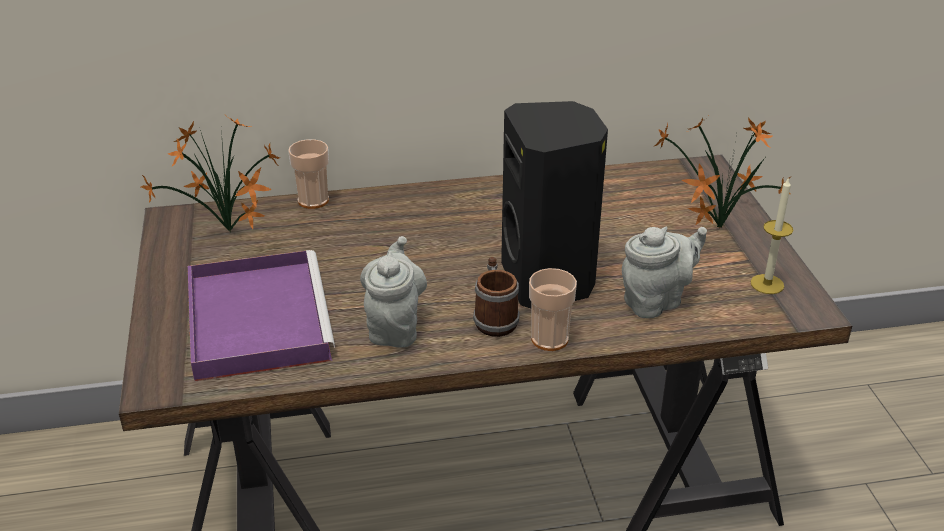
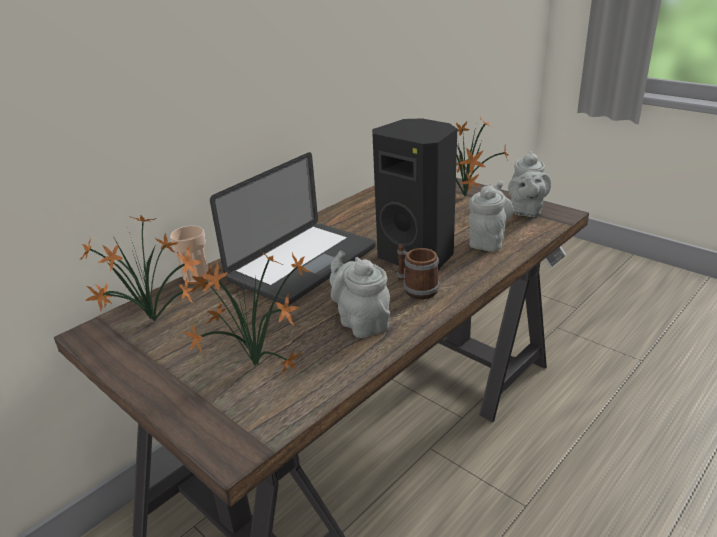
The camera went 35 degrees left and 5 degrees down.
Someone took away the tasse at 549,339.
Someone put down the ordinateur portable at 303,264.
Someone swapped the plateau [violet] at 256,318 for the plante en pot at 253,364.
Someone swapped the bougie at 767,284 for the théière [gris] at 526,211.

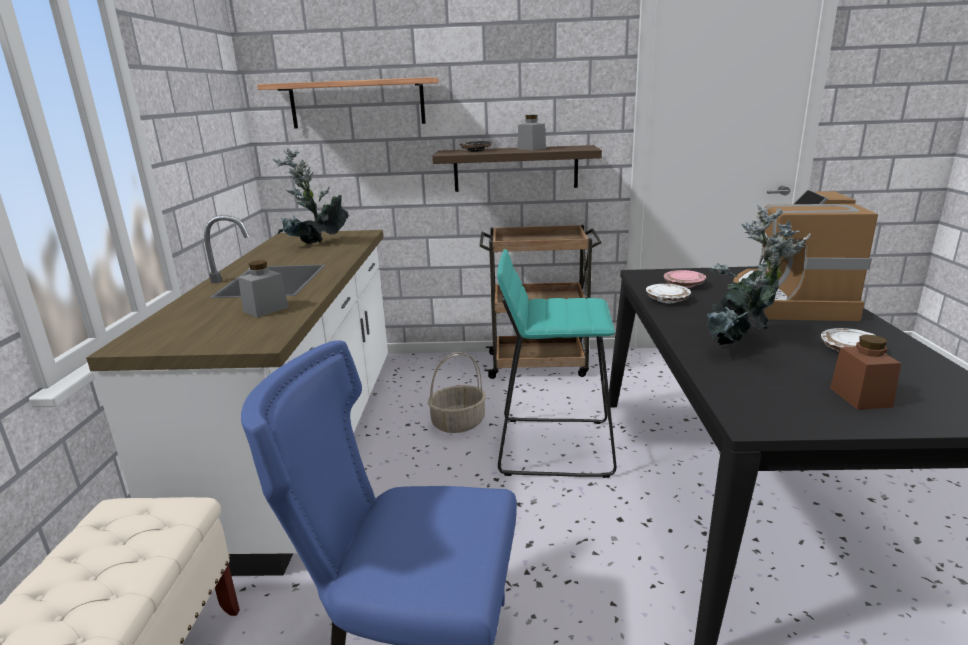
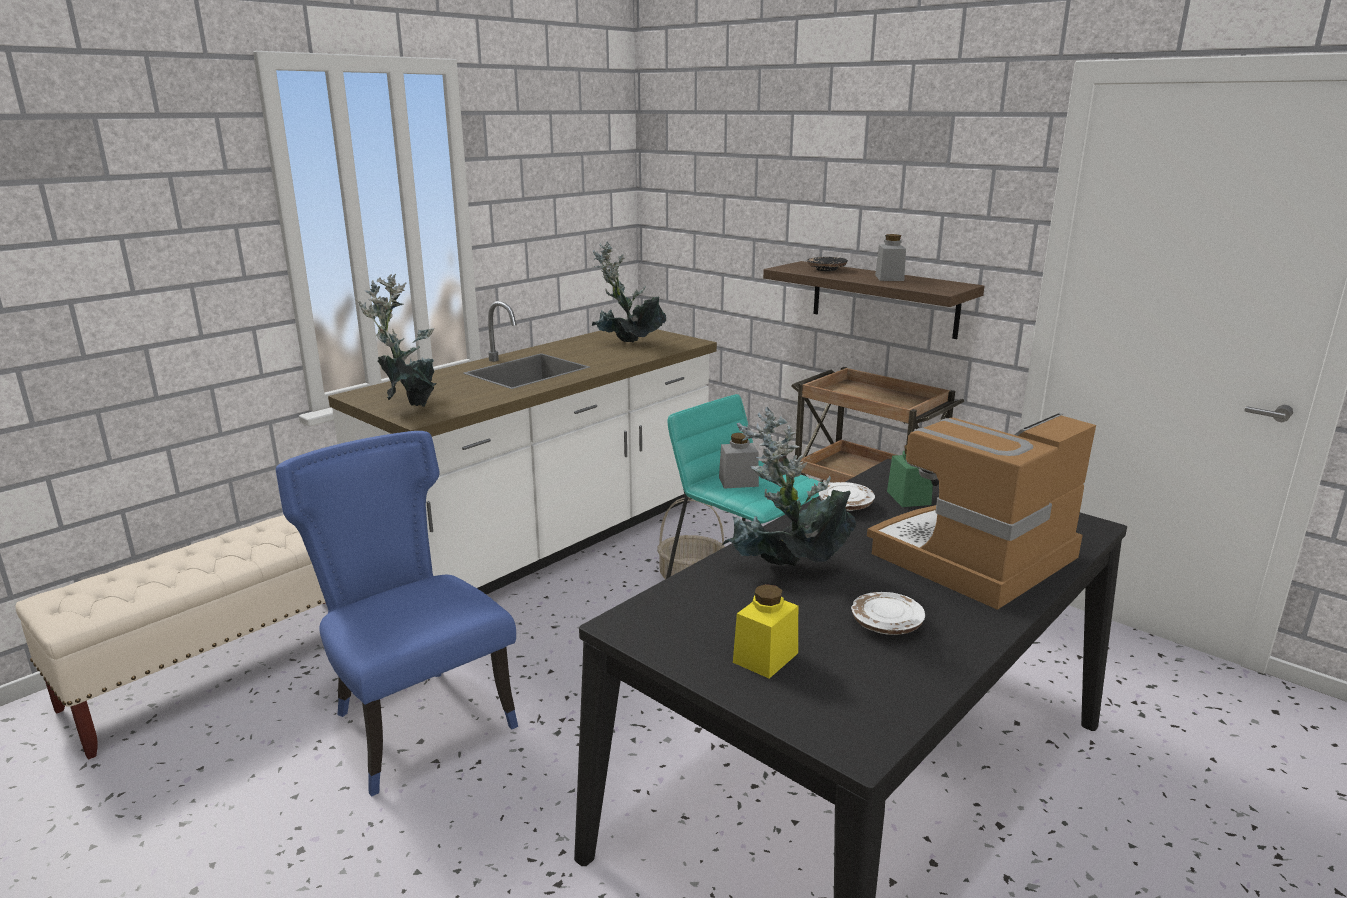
The camera went 40 degrees right and 0 degrees up.
Someone took away the étagère at 357,103.
Someone put down the plante en pot at 409,405.
Someone carried the bocal [gris] from 266,309 to 738,482.
Someone swapped the assiette [rose] at 684,285 for the bocal [vert] at 908,498.
Someone repainted the bocal [marron] at 860,397, which became the bocal [jaune] at 765,657.

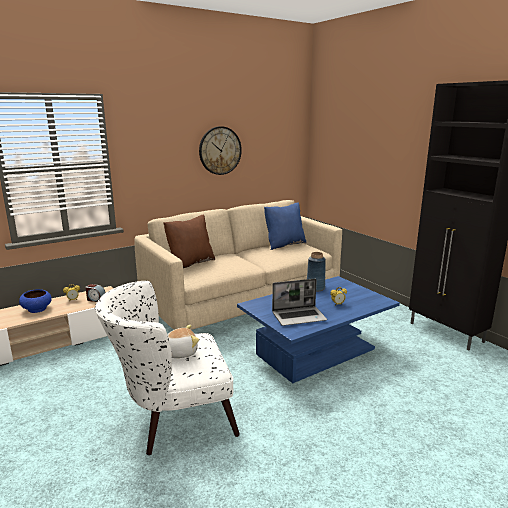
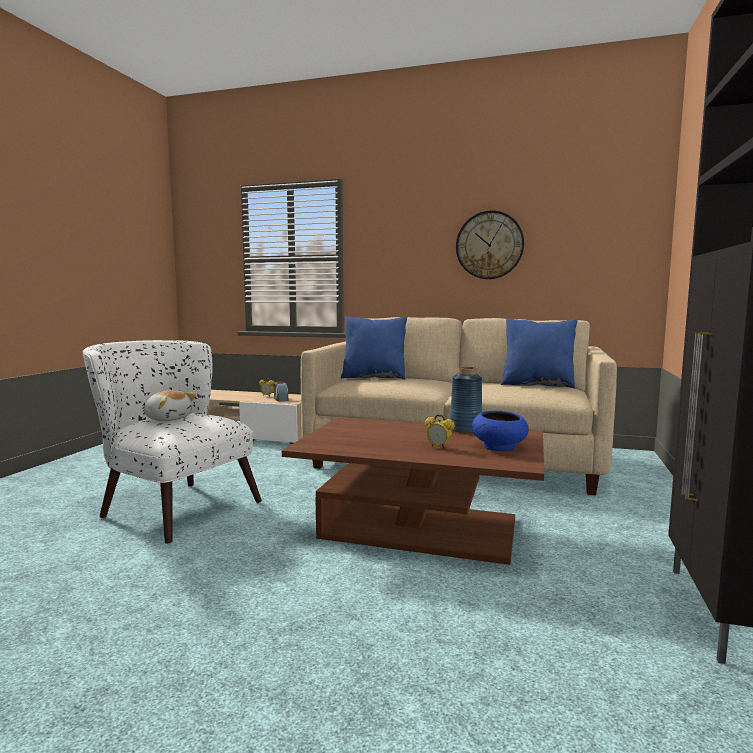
The camera went 50 degrees right and 10 degrees down.
Someone took away the ordinateur portable at 299,316.
Someone carried the bol [bleu] from 37,309 to 499,447.
Someone repainted the coussin [marron] at 190,263, which became the coussin [bleu] at 374,377.
Someone repainted the table basse [bleu] at 316,351, which became the table basse [marron] at 420,528.

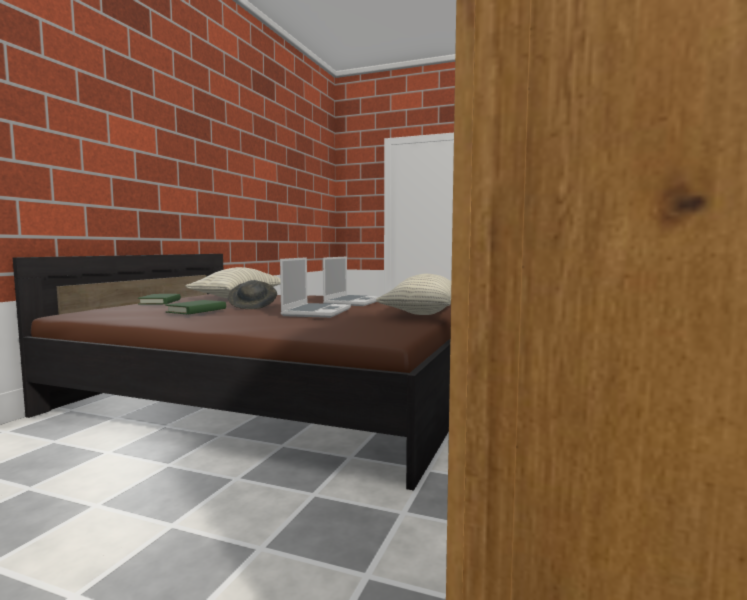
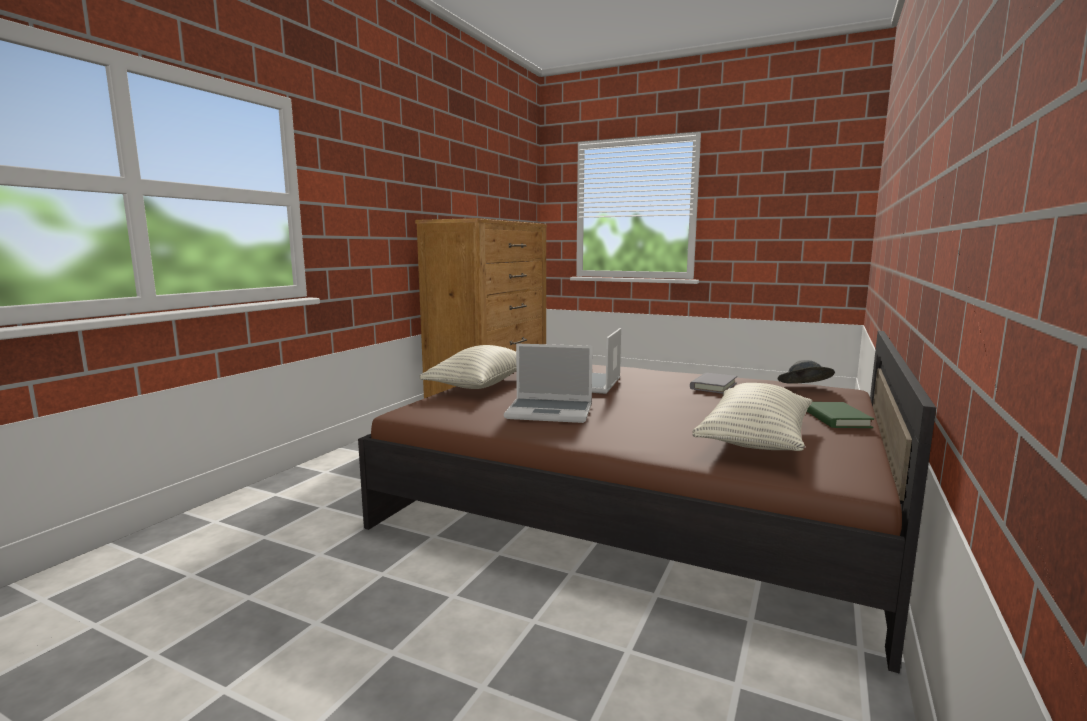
The camera went 175 degrees left and 5 degrees up.
Someone carried the chapeau [gris] from 253,306 to 804,388.
Someone repainted the livre [vert] at 196,310, which became the livre [gris] at 713,386.
Someone rotated the ordinateur portable at 353,302 by 105 degrees counterclockwise.

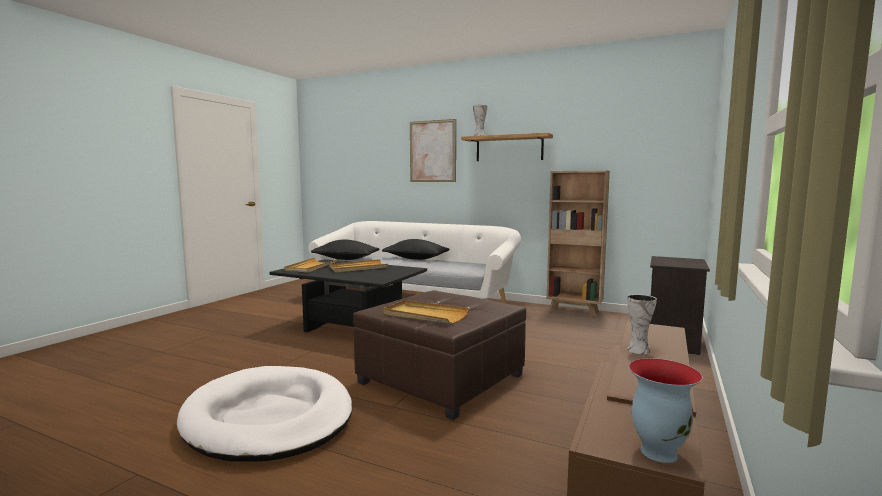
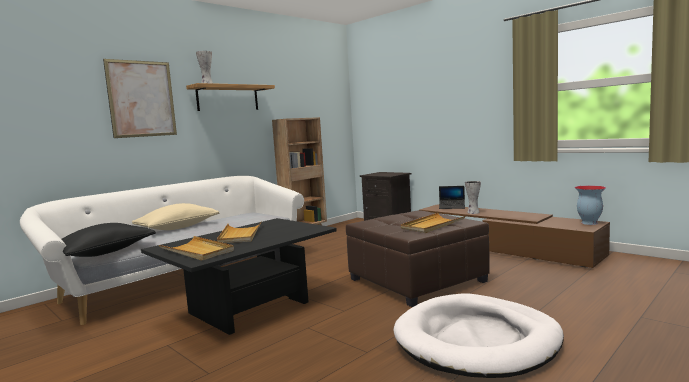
The camera went 70 degrees left and 0 degrees up.
Someone put down the ordinateur portable at 452,207.
Someone repainted the coussin [noir] at 416,259, which became the coussin [beige] at 178,228.

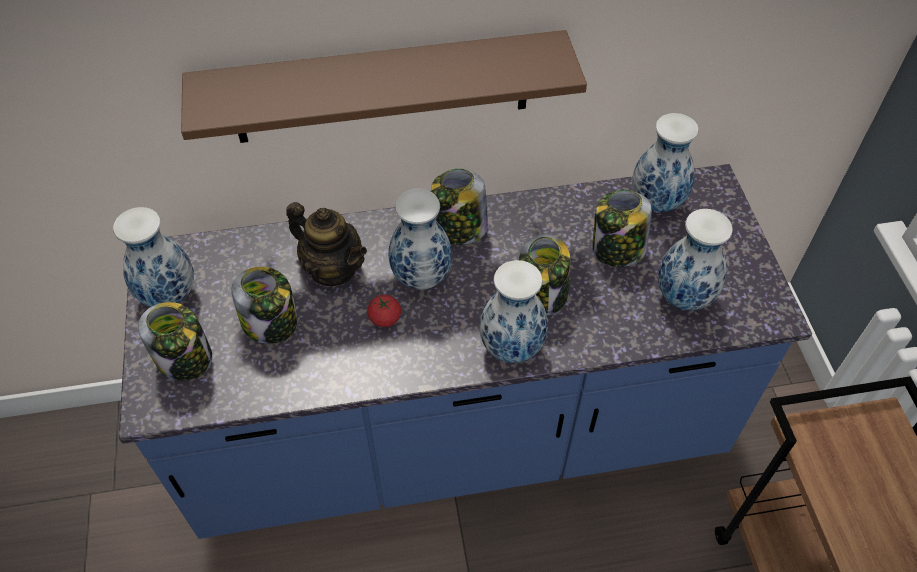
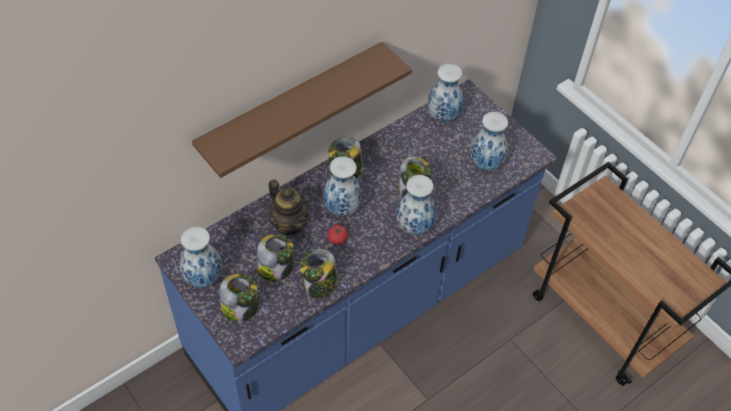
The camera went 30 degrees left and 0 degrees up.
Someone carried the bocal from 617,250 to 319,285.
Someone rotated the théière at 333,269 by 45 degrees clockwise.

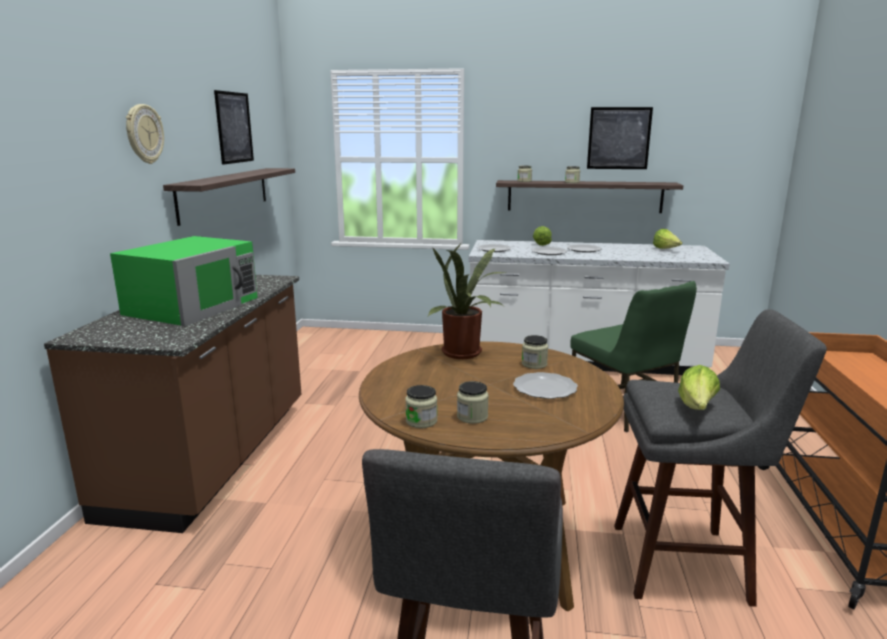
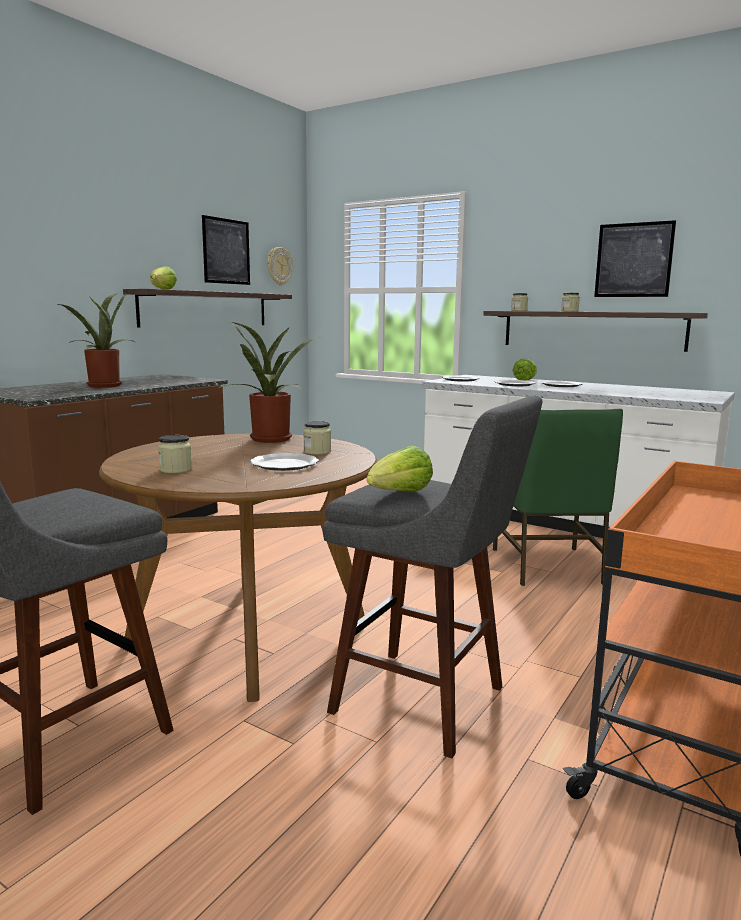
The camera went 25 degrees right and 5 degrees down.
Someone took away the bocal at 421,421.
Someone carried the horloge murale from 144,134 to 279,266.
Someone carried the laitue from 666,249 to 162,289.
Someone swapped the micro-ondes [vert] at 193,306 for the plante en pot at 102,385.

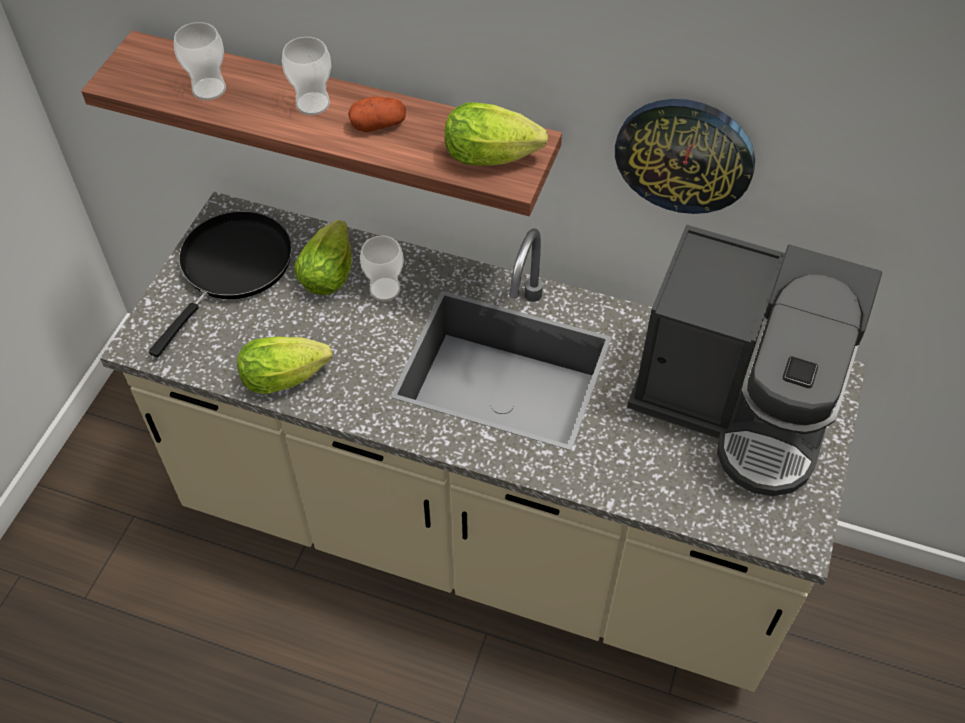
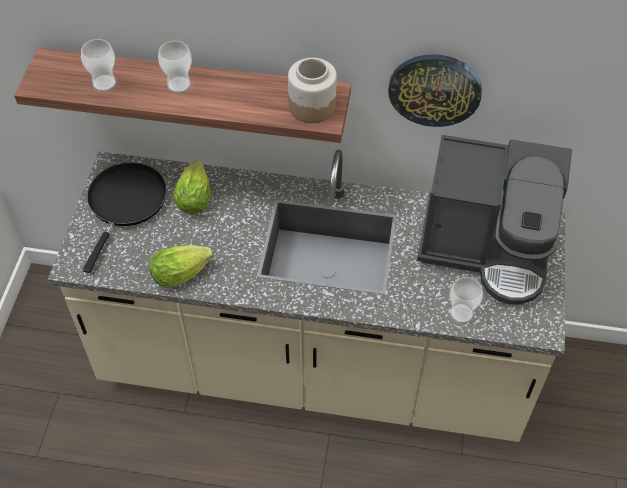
The camera went 10 degrees left and 0 degrees up.
Someone took away the pomme de terre at 378,124.
Someone carried the tasse from 385,289 to 461,313.
Someone swapped the laitue at 496,157 for the bocal at 311,106.

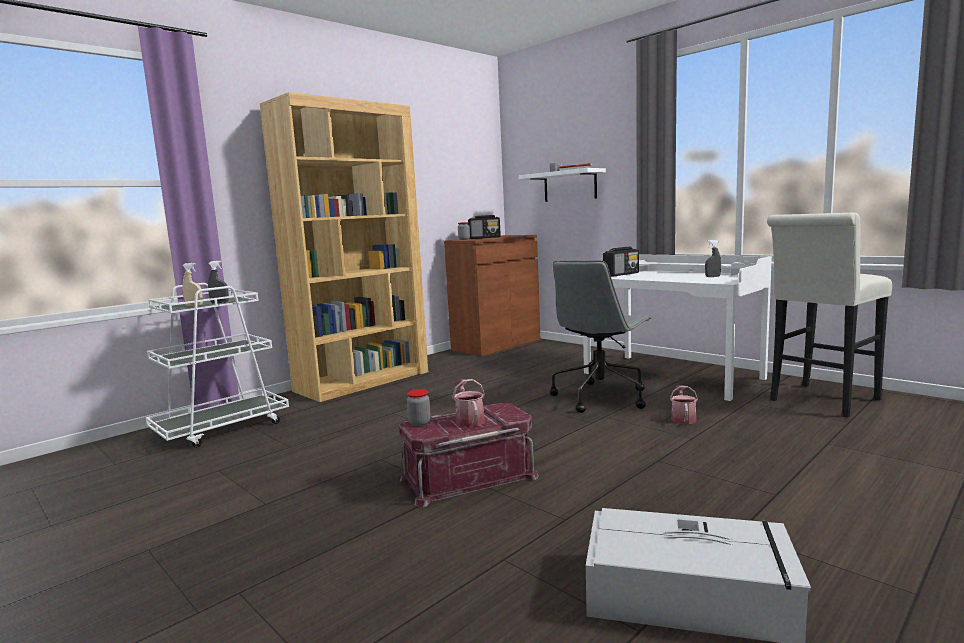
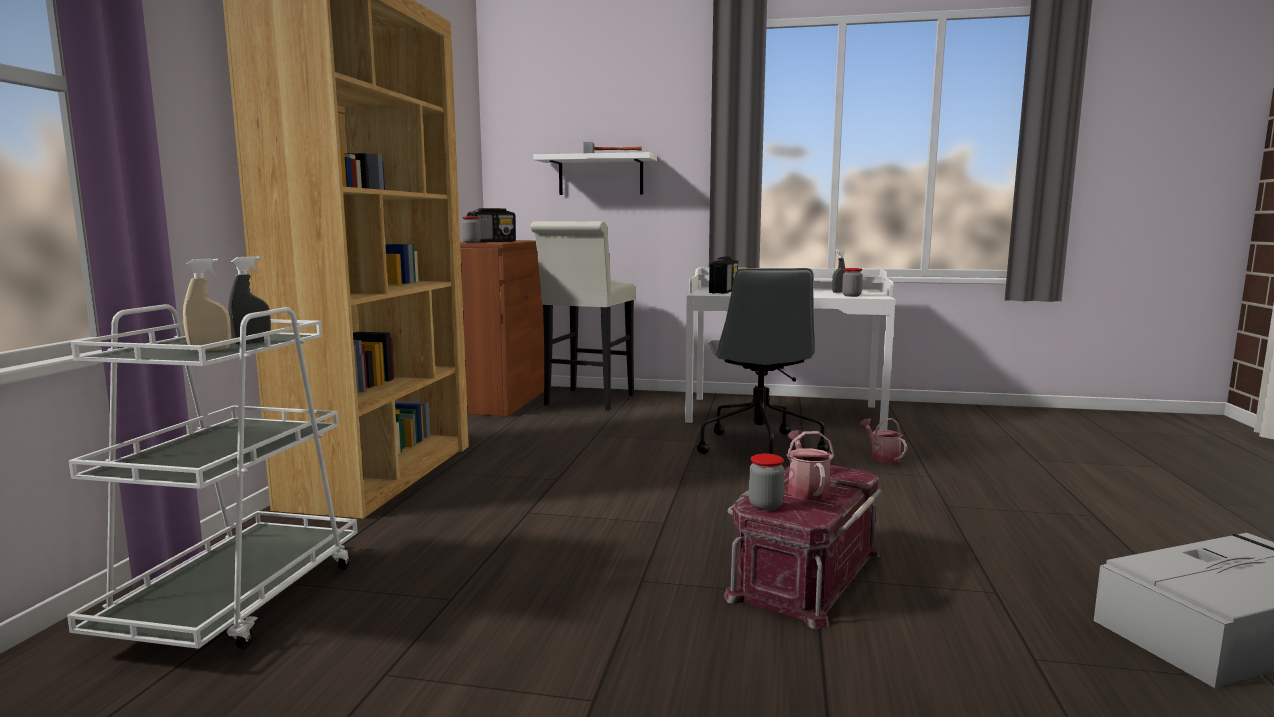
The camera went 35 degrees left and 0 degrees up.
Someone put down the bocal at 851,296.
Someone carried the tabouret [blanc] from 820,402 to 586,401.
Someone rotated the arrosoir at 469,420 by 45 degrees clockwise.

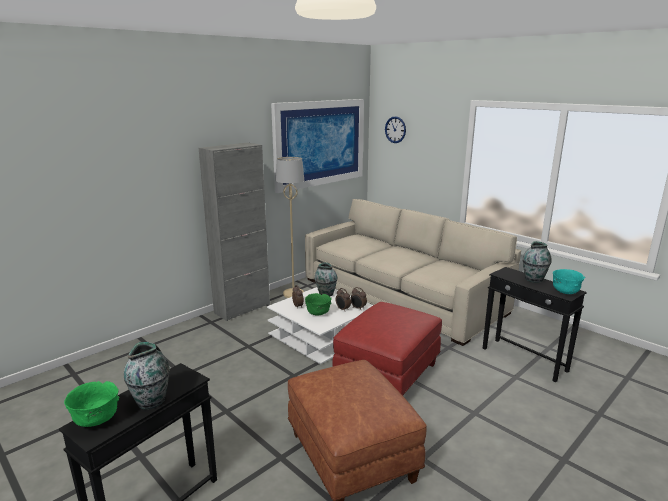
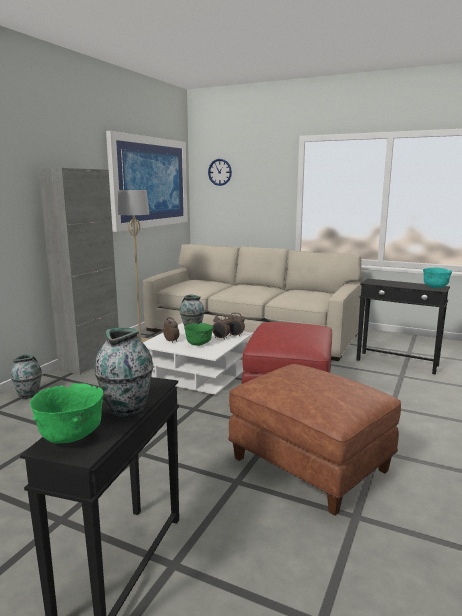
The camera went 20 degrees left and 5 degrees down.
Someone carried the vase from 534,279 to 29,394.

